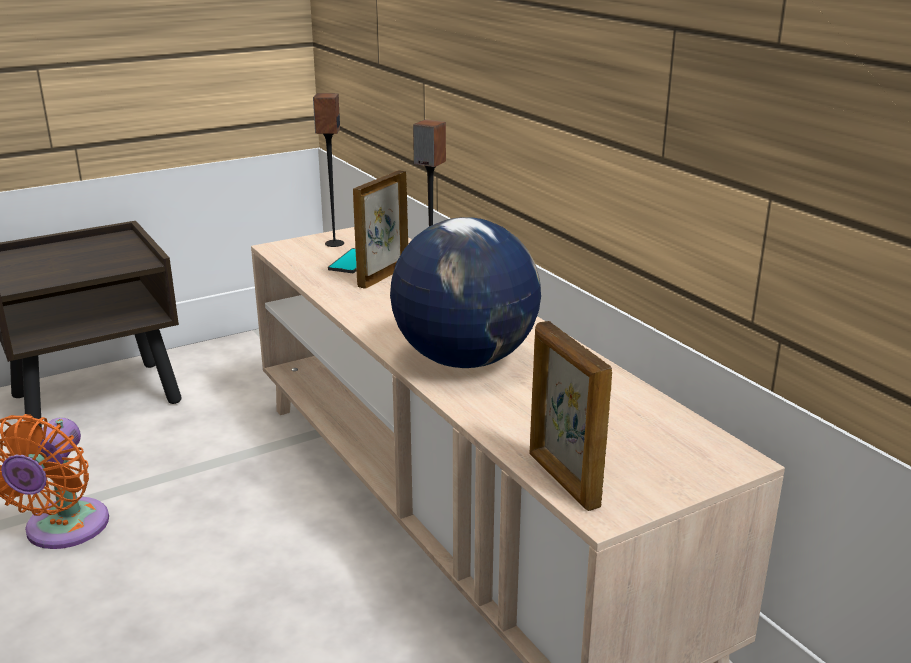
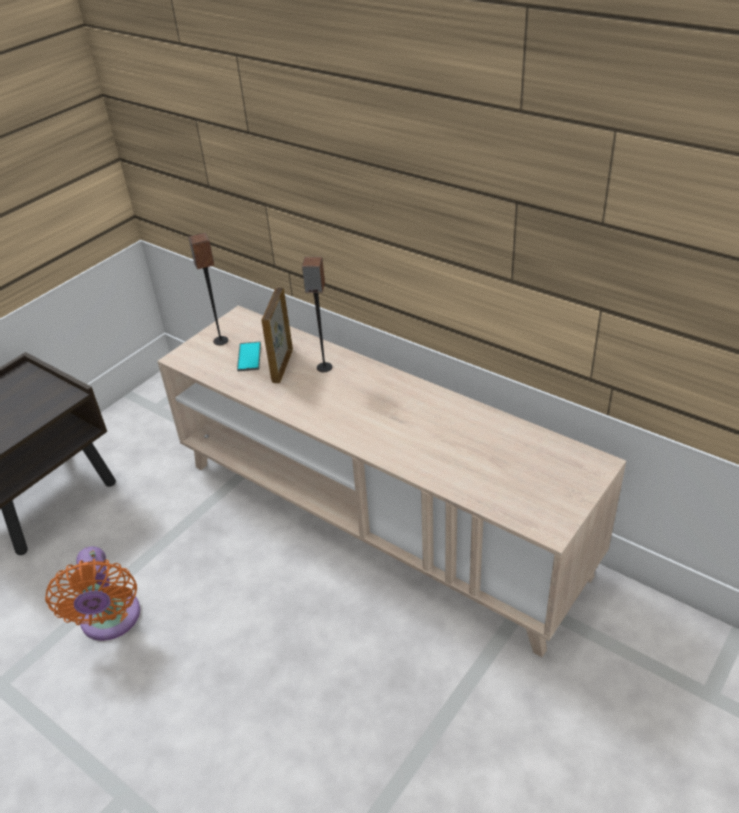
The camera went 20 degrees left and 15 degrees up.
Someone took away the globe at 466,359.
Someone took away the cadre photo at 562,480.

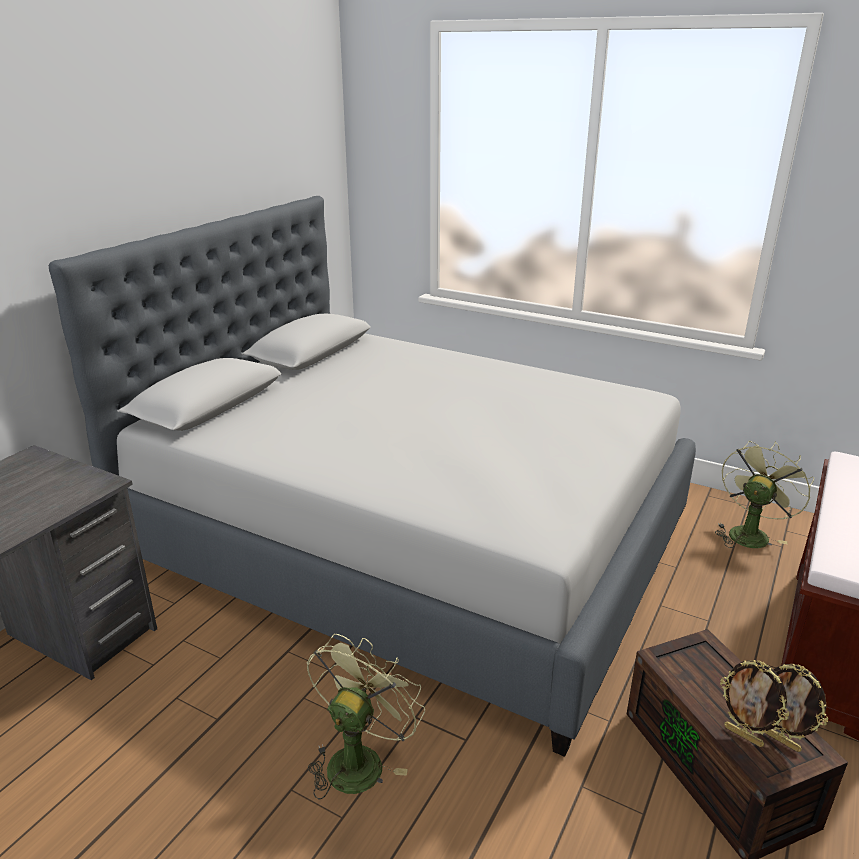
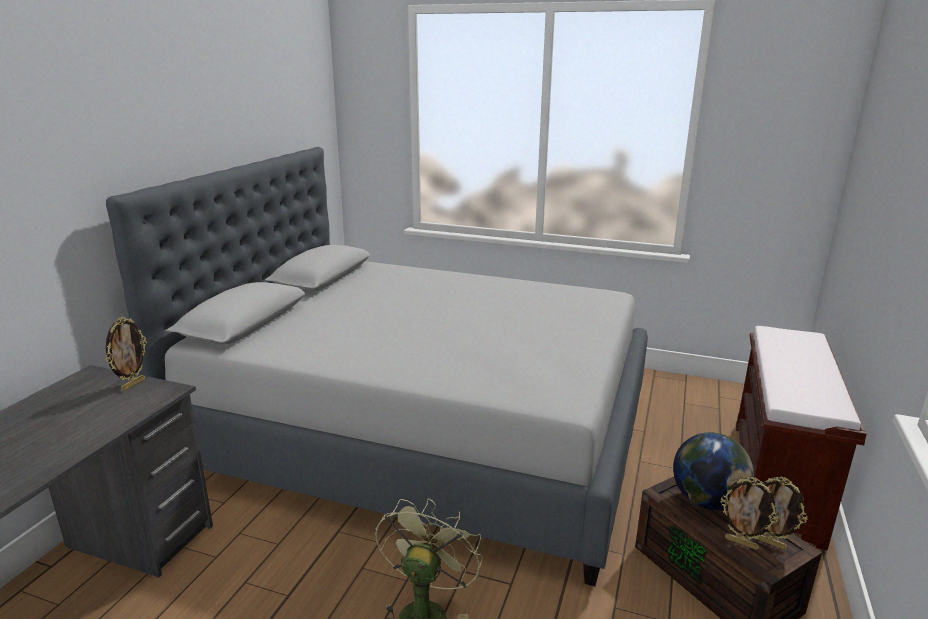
The camera went 10 degrees left and 5 degrees down.
Someone took away the ventilateur [vert] at 750,533.
Someone put down the cadre photo at 133,385.
Someone put down the globe at 707,501.

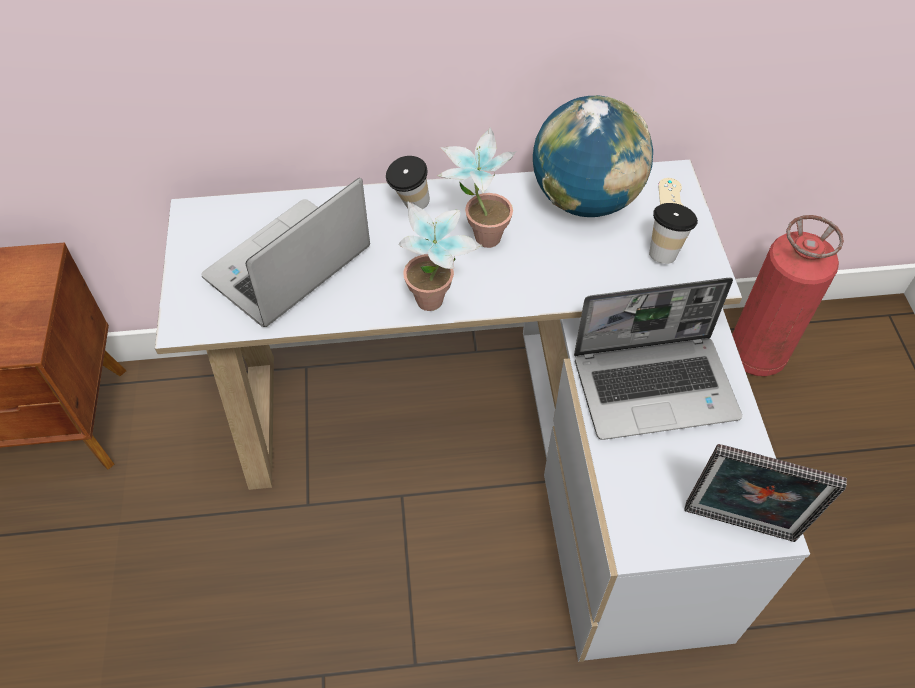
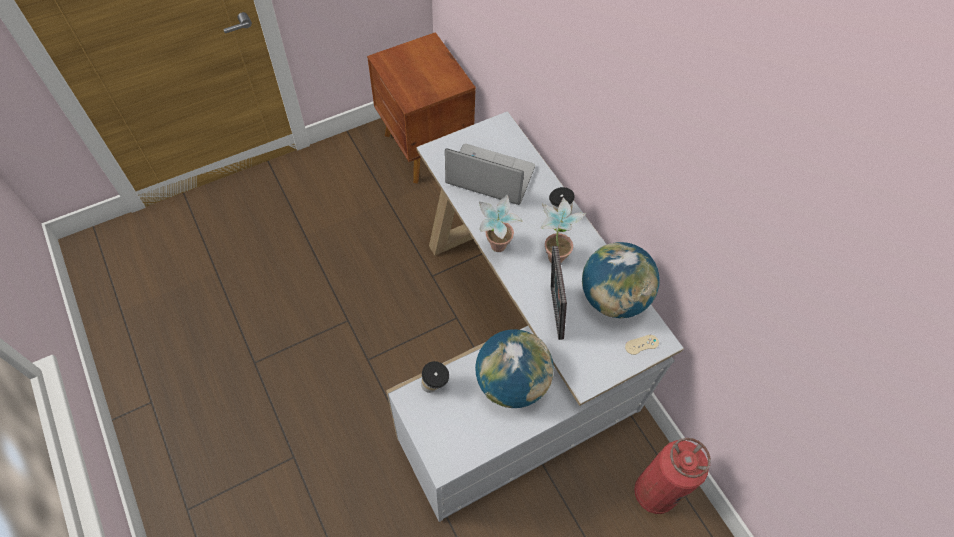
The camera went 65 degrees right and 5 degrees up.
Someone carried the tasse from 665,251 to 435,386.
Someone carried the cadre photo from 738,528 to 553,313.
Someone swapped the ordinateur portable at 656,386 for the globe at 511,383.

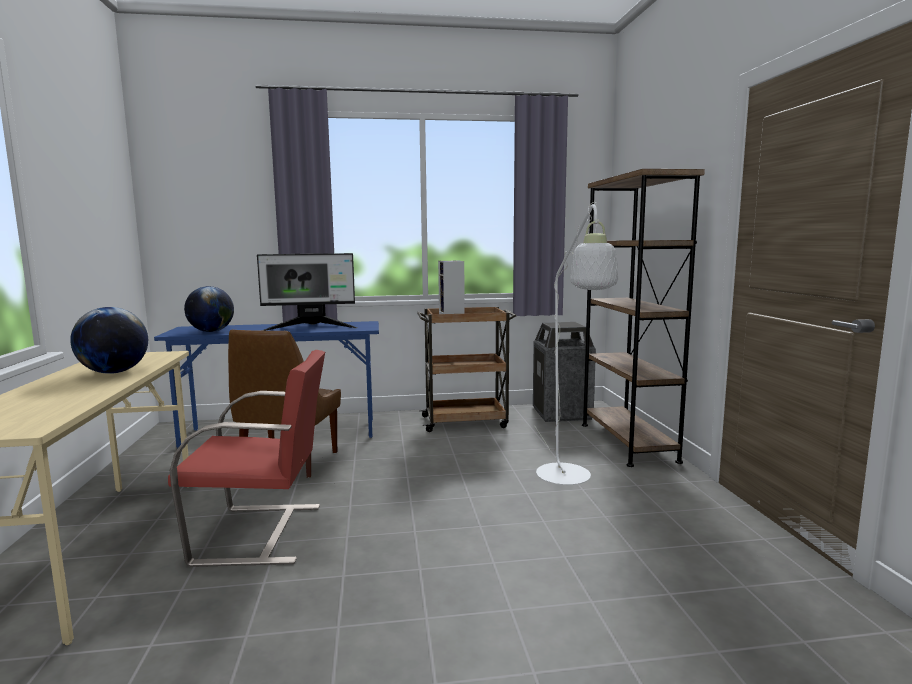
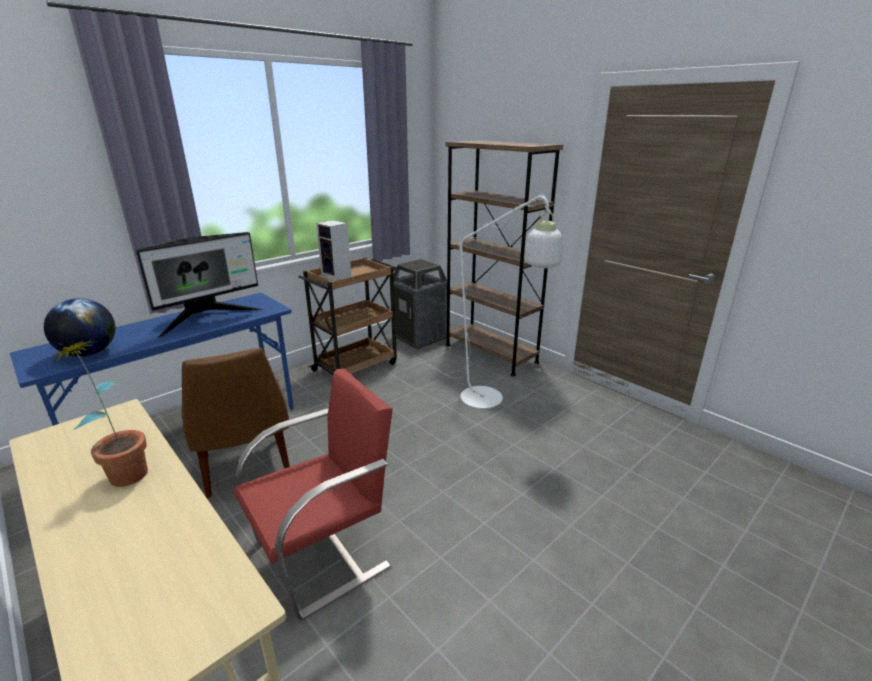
The camera went 35 degrees left and 15 degrees up.
Someone swapped the globe at 114,372 for the plante en pot at 124,470.

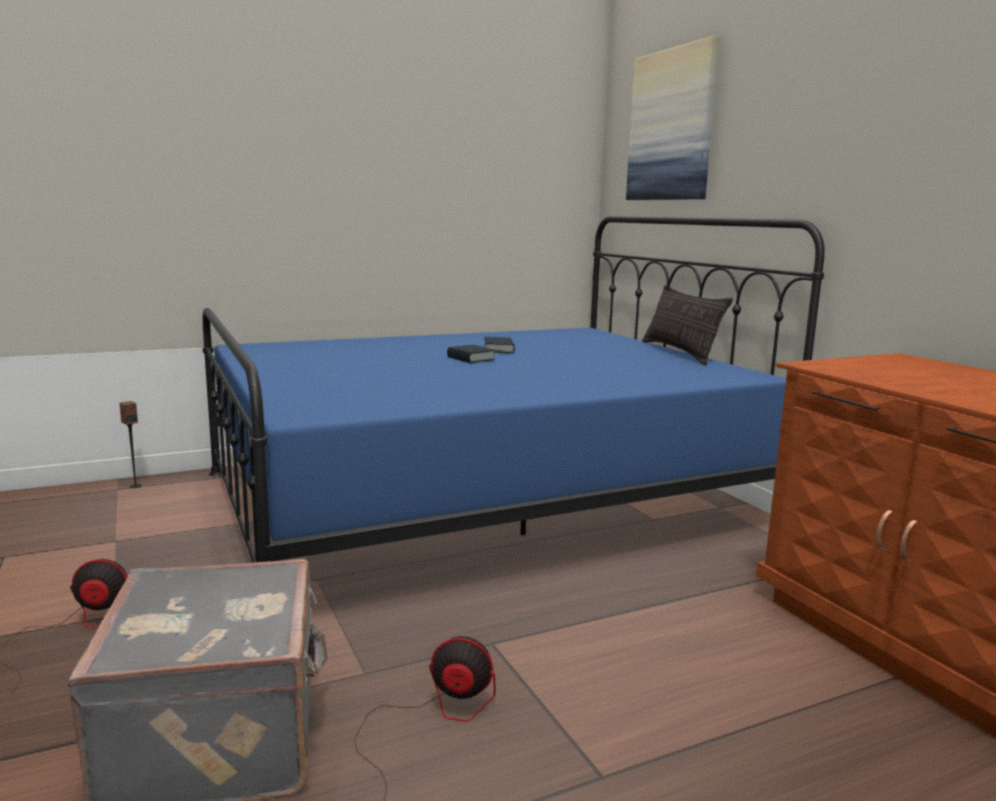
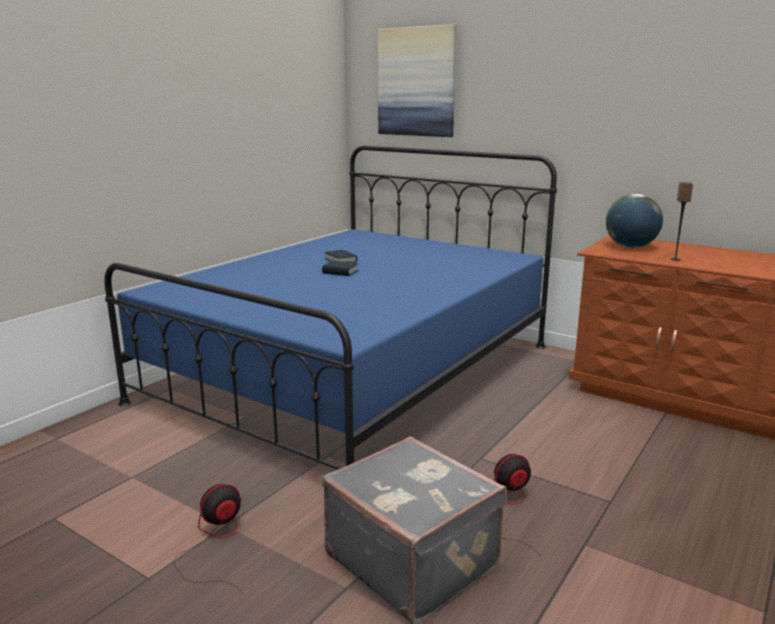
The camera went 30 degrees left and 5 degrees up.
Someone took away the coussin at 679,352.
Someone put down the globe at 631,247.
Someone carried the enceinte from 135,486 to 675,259.

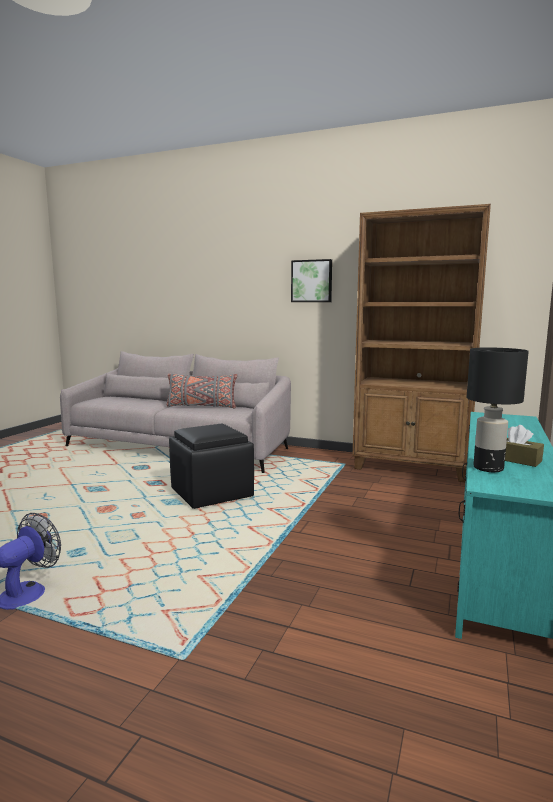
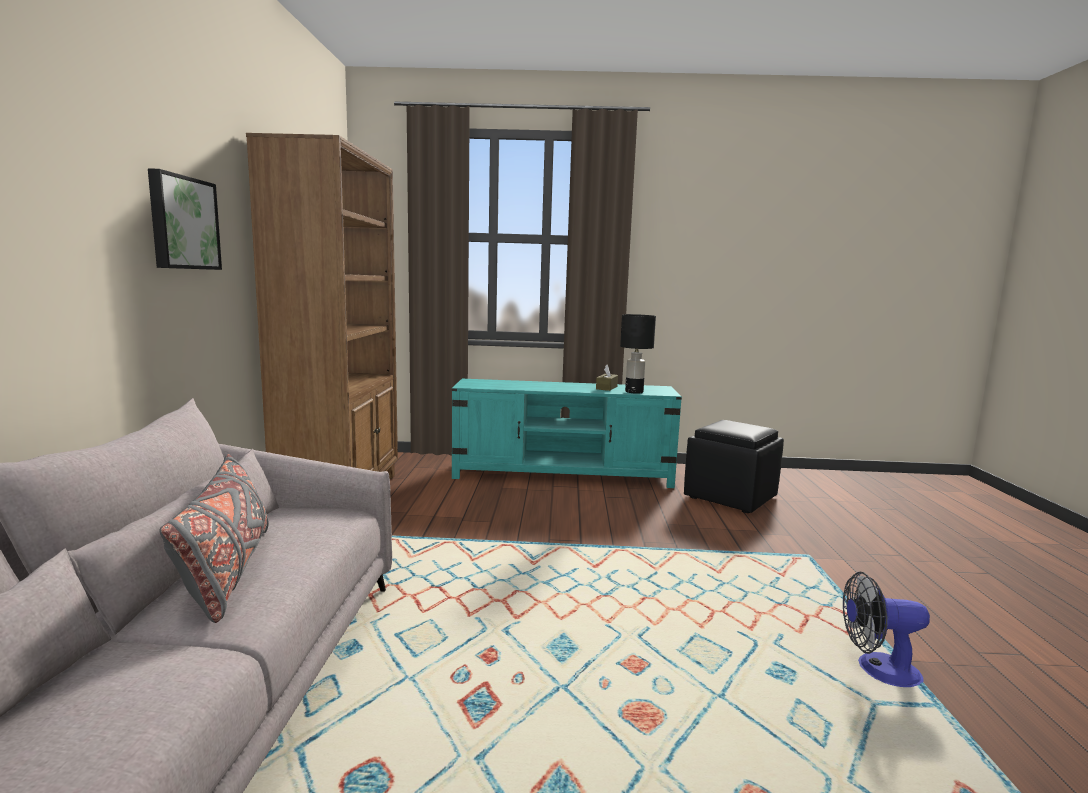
The camera went 110 degrees left and 0 degrees up.
Someone carried the pouf [noir] from 212,494 to 730,496.

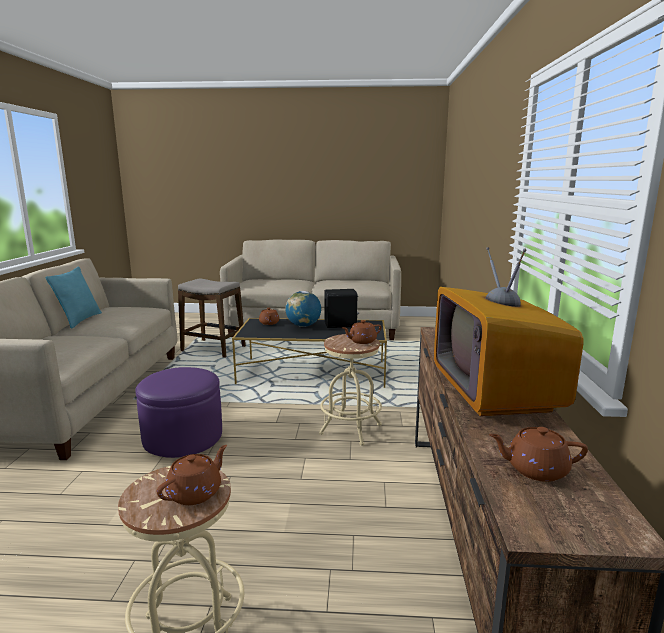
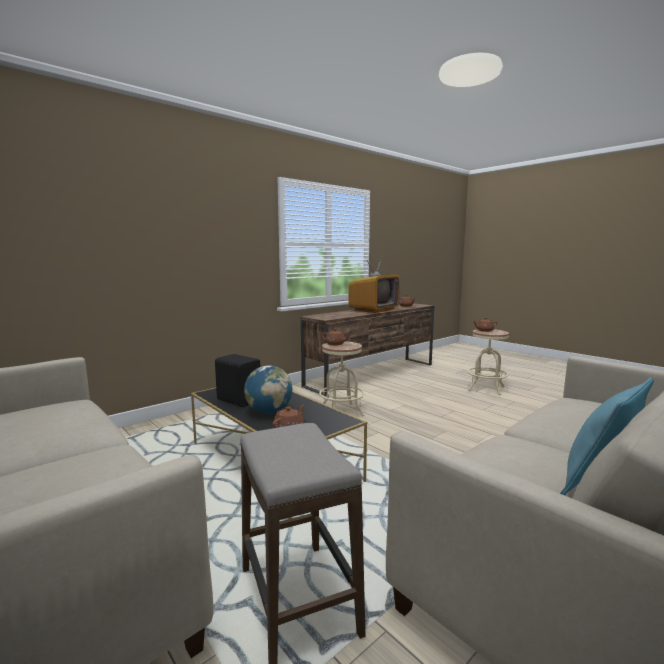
The camera went 135 degrees left and 5 degrees down.
Someone took away the pouf [violet] at 183,437.

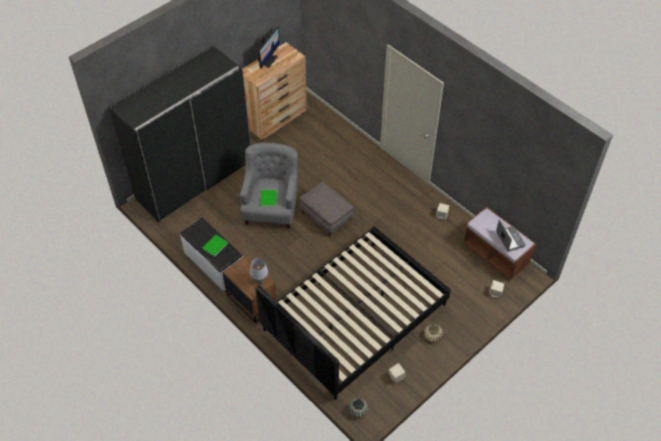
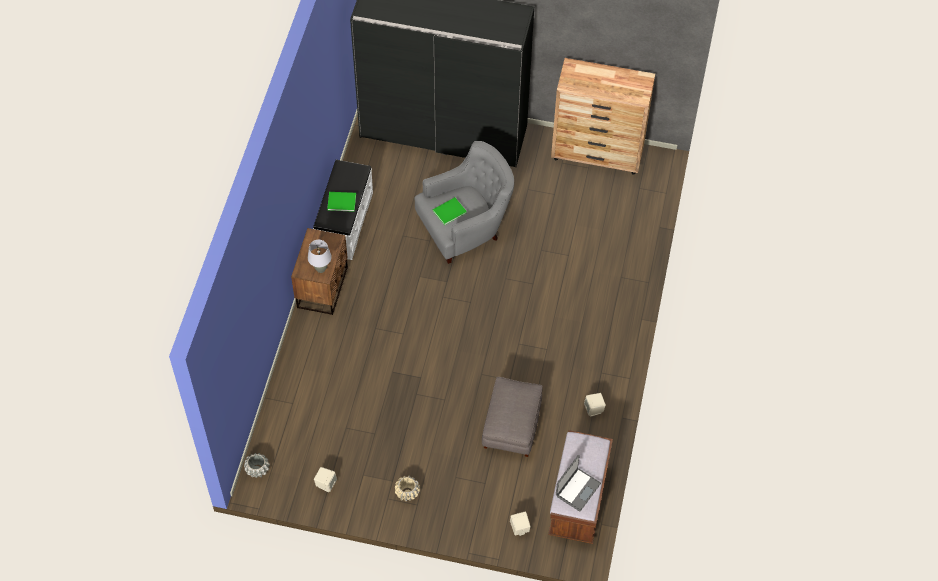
The camera went 55 degrees right and 5 degrees up.
Someone took away the lit [noir] at 354,316.
Someone took away the écran d'ordinateur at 269,60.
Someone carried the pouf [gris] from 326,216 to 511,425.

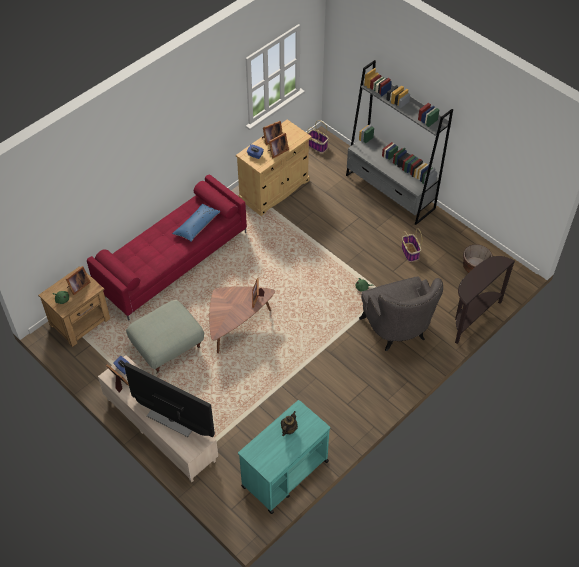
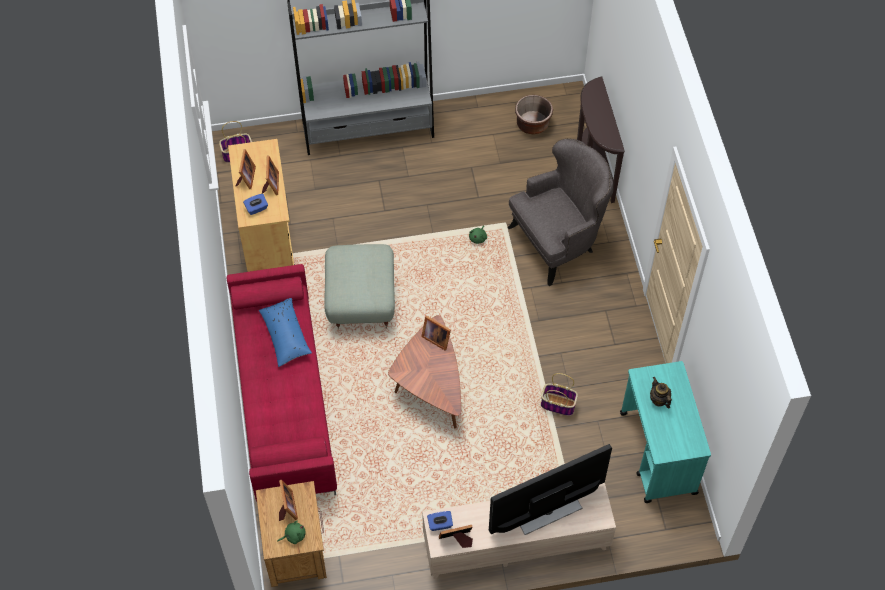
The camera went 55 degrees left and 5 degrees up.
Someone carried the pouf [gris] from 168,347 to 360,300.
Someone carried the panier from 410,252 to 558,404.
Someone rotated the fauteuil [gris] at 397,330 by 45 degrees counterclockwise.

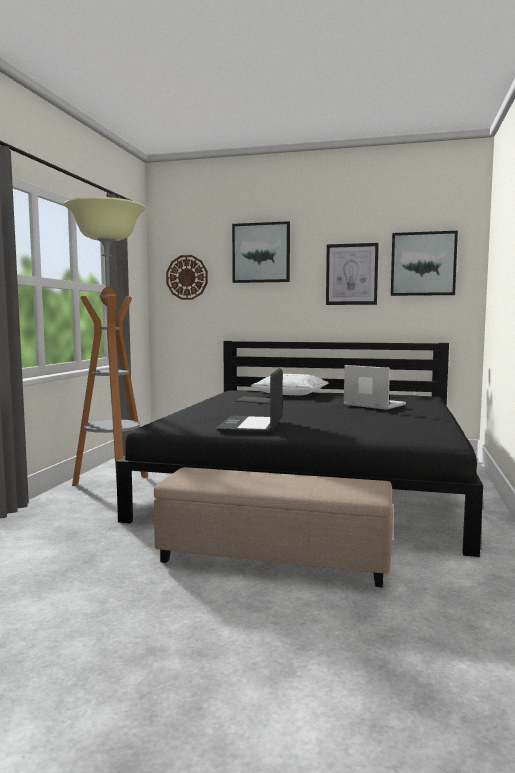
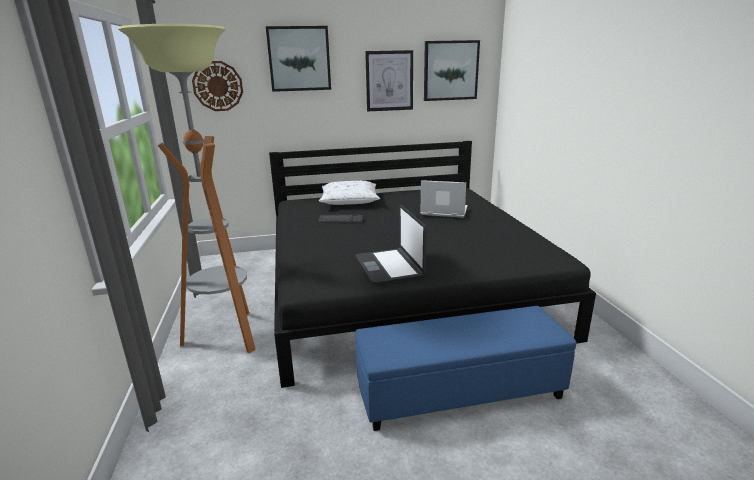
The camera went 25 degrees left and 15 degrees up.
Someone repainted the pouf [beige] at 274,557, which became the pouf [bleu] at 458,390.

